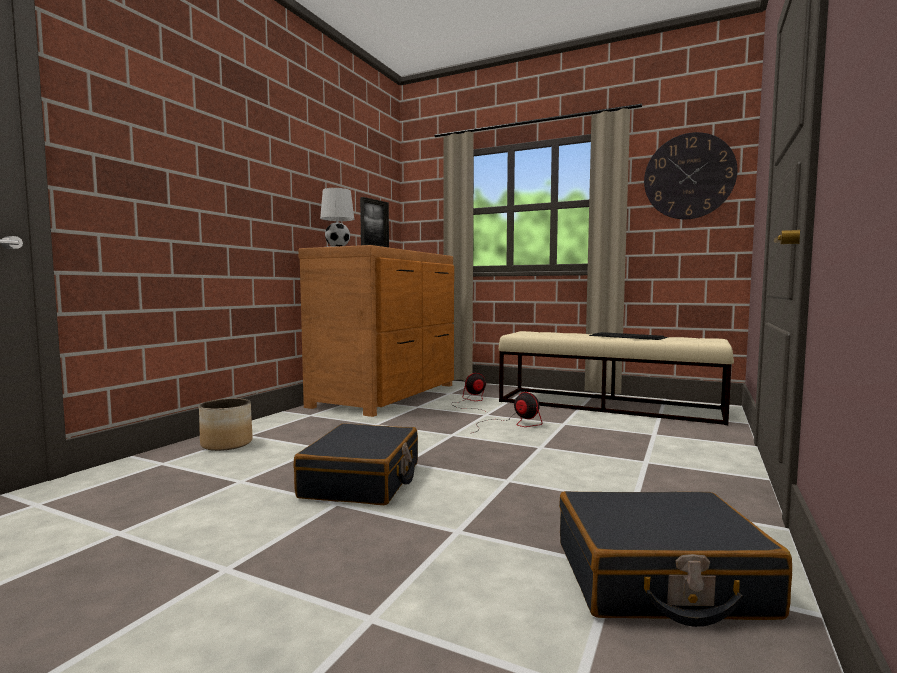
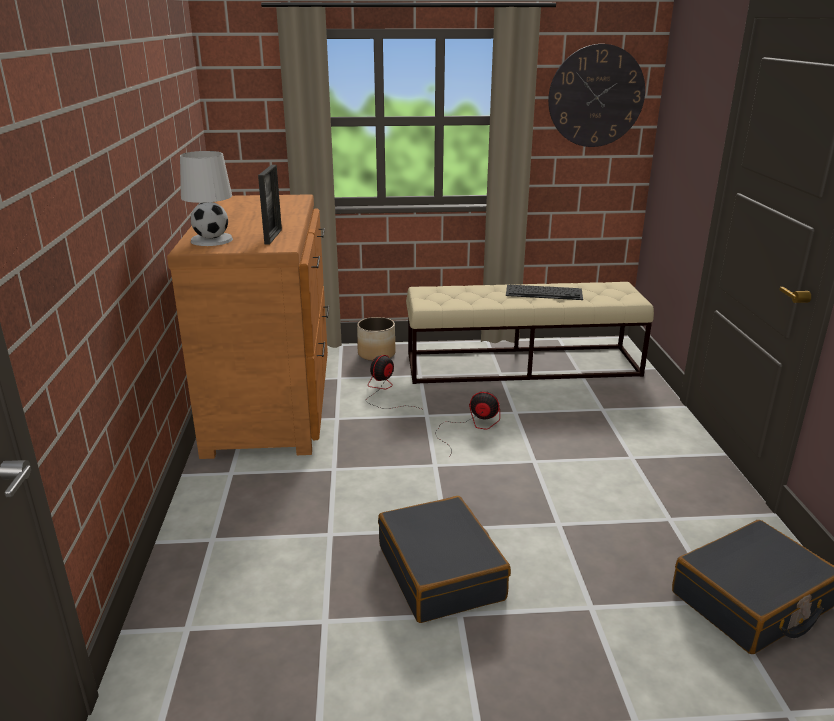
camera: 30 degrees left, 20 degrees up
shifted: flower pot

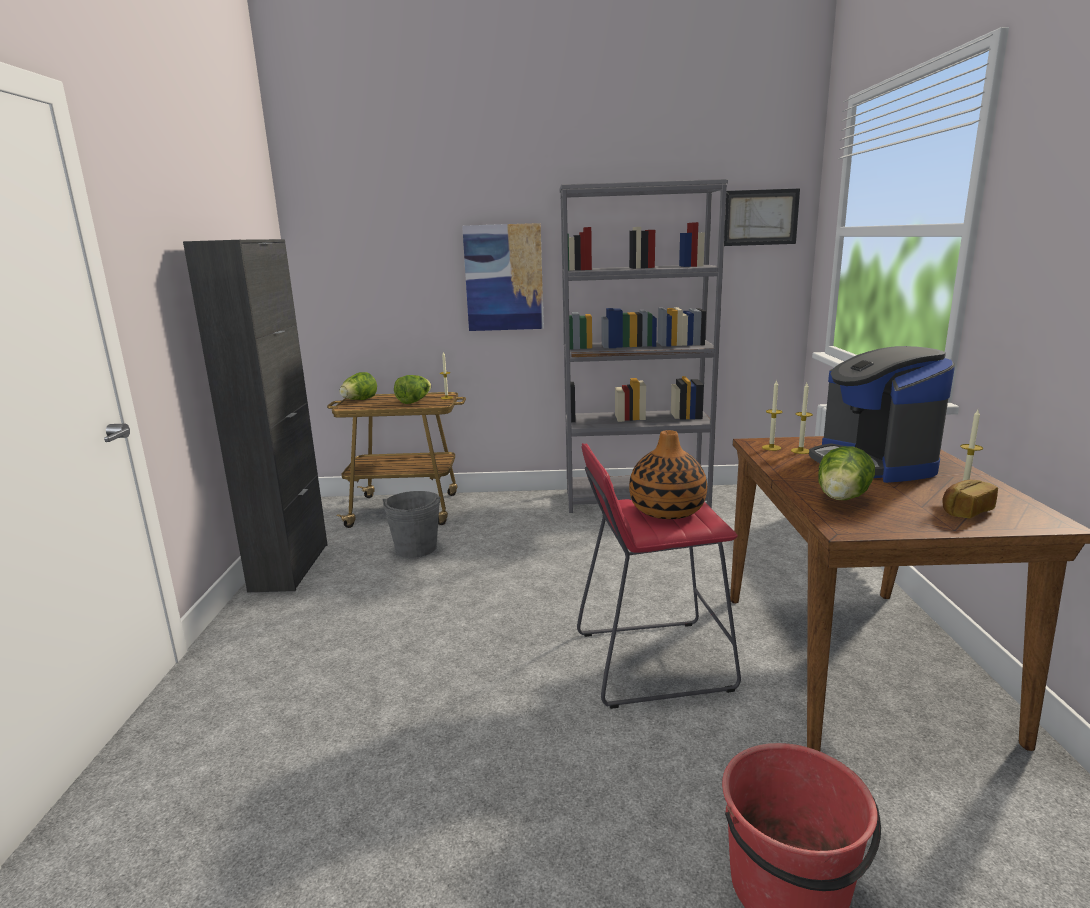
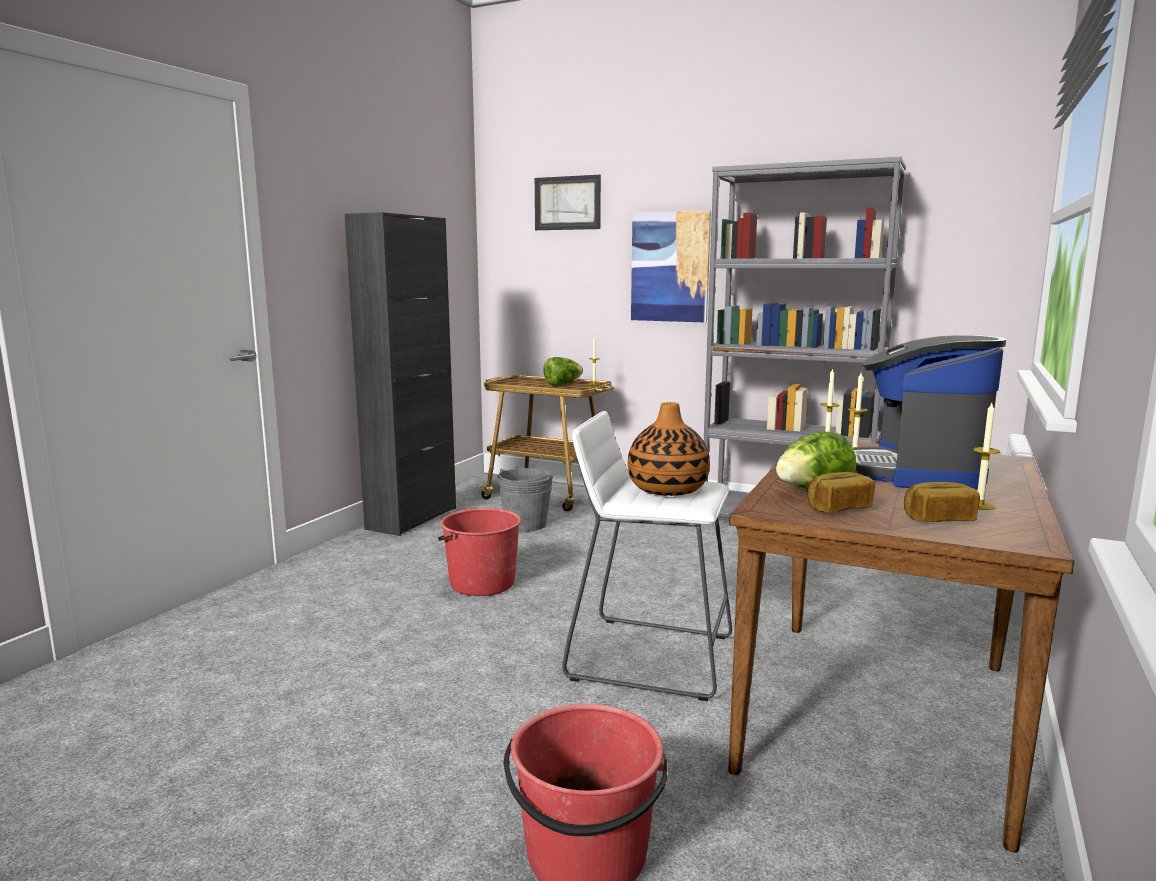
camera: 25 degrees right, 5 degrees down
gone: head of lettuce (no. 1 from left)
new: bakery bread (no. 1 from left); water bucket (reddish) (no. 1 from left)
shifted: wall picture (no. 2 from left in the first image) to wall picture (no. 1 from left)
repainted: stool seat (reddish) to stool seat (white-coloured)

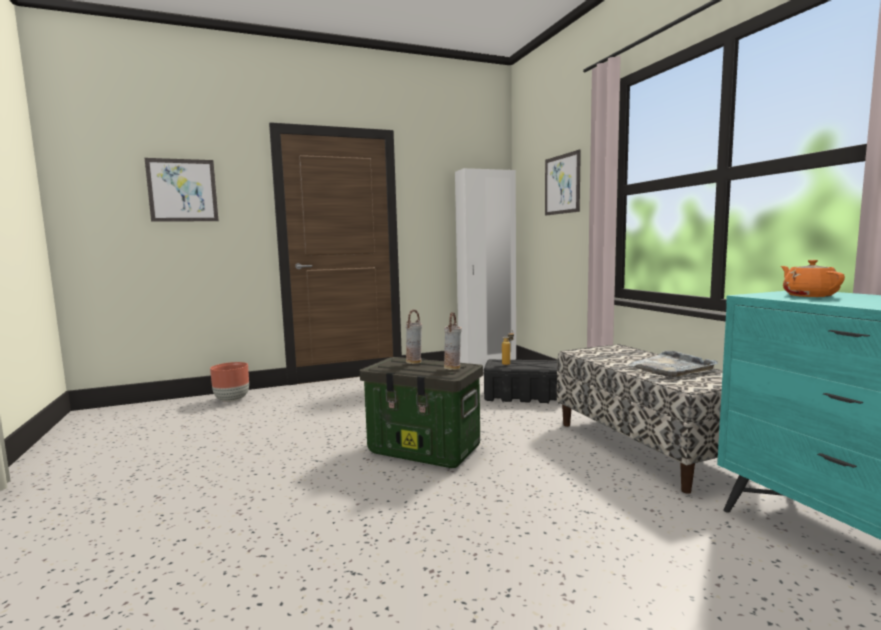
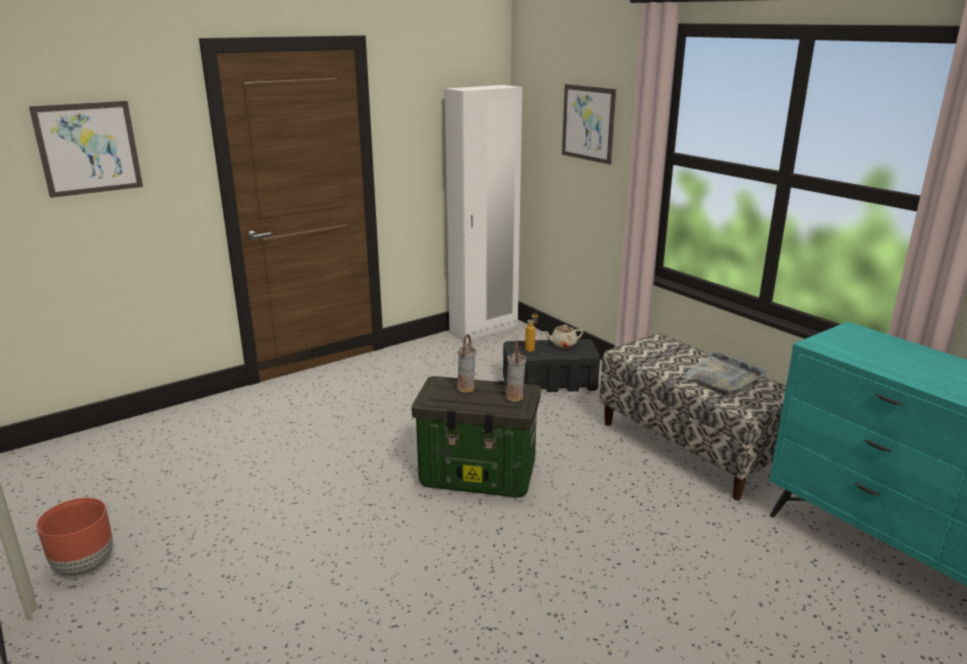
camera: 15 degrees left, 15 degrees up
gone: pot for tea (orangey)
new: pot for tea (beige)
shifted: flower pot (brownish)

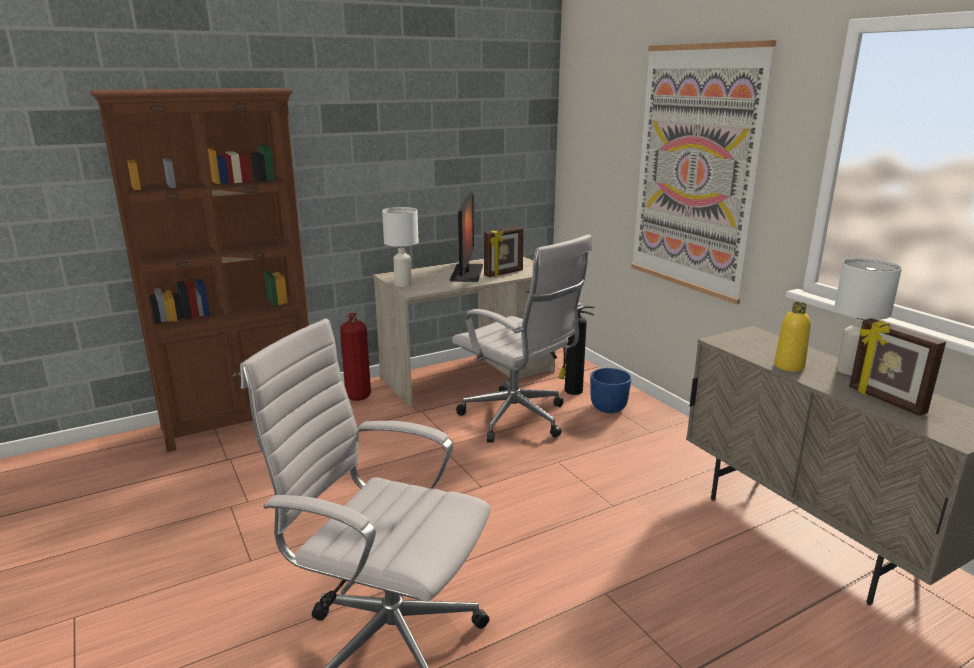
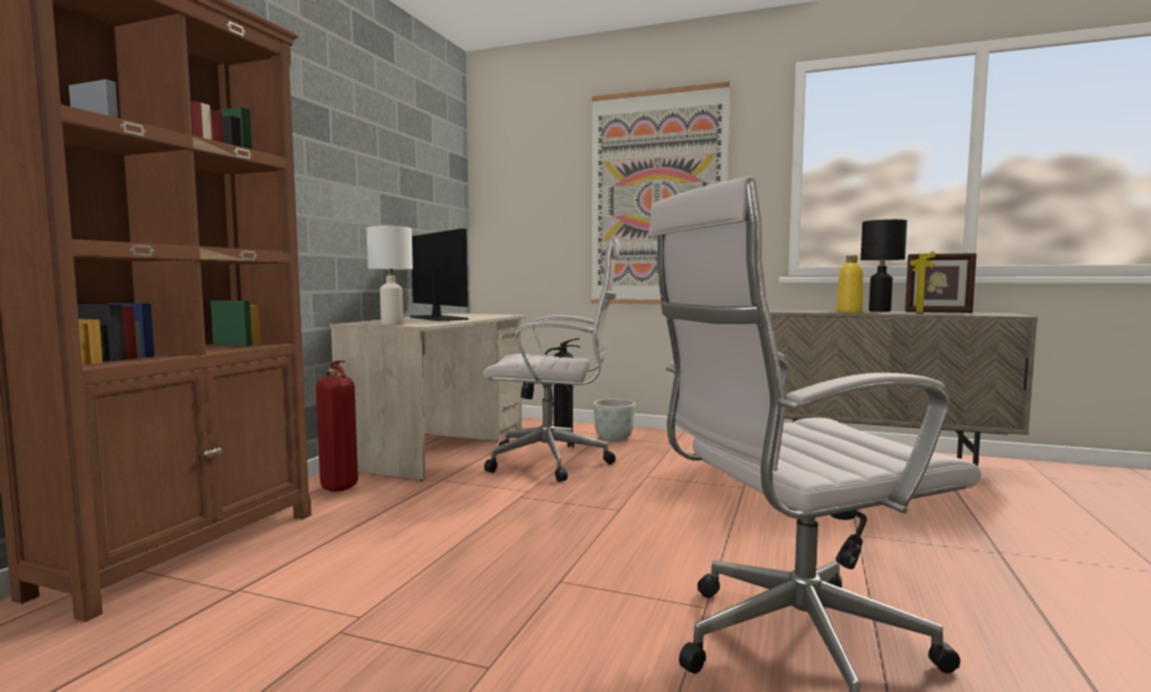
camera: 40 degrees left, 15 degrees down
gone: picture frame (no. 1 from left)
repainted: lamp for a table (white-coloured) (no. 2 from left) to lamp for a table (black-coloured); flower pot (blue-coloured) to flower pot (greyish)

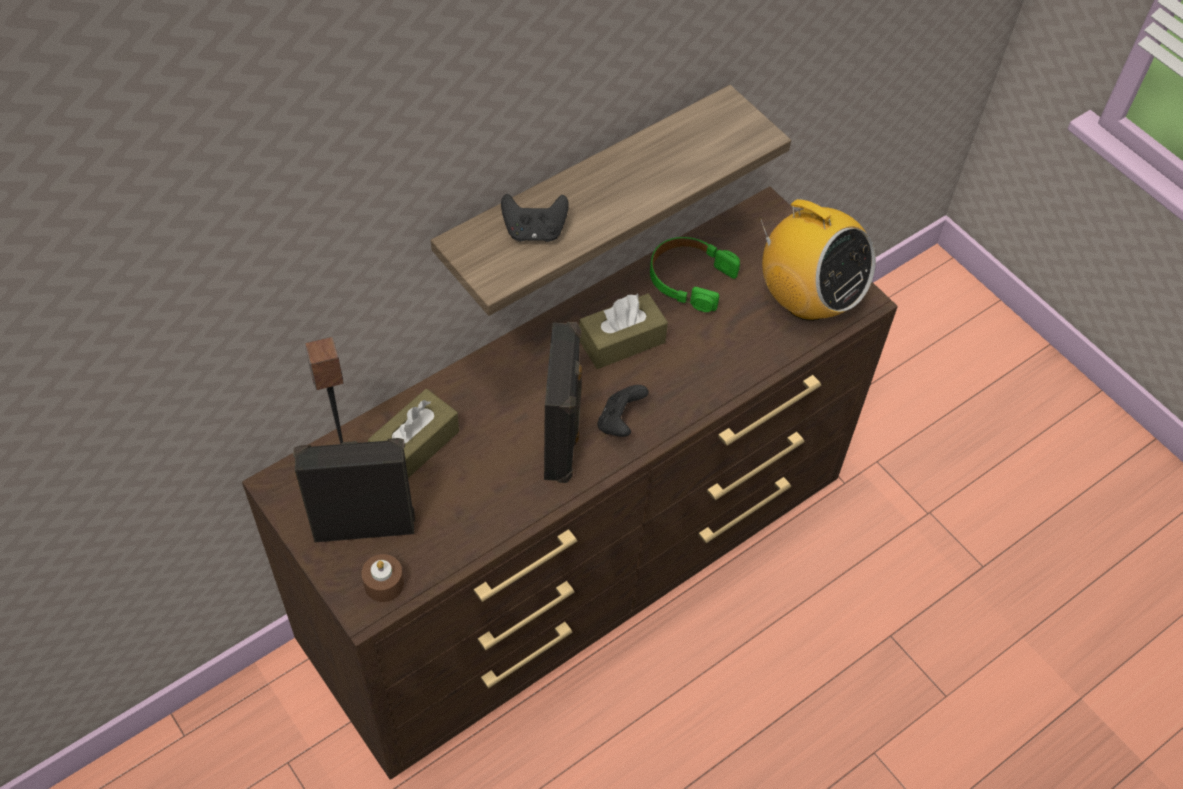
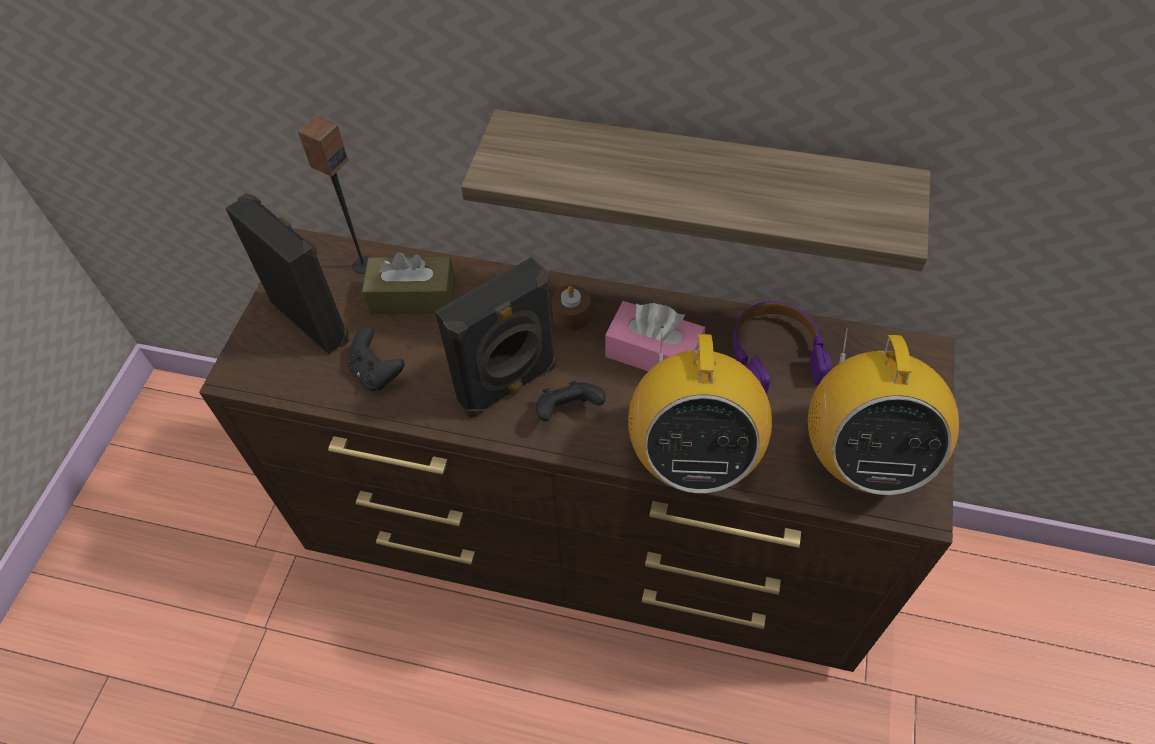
camera: 55 degrees right, 0 degrees up
new: radio set (no. 1 from left)
shifted: joypad (black-coloured) (no. 1 from left); candle (brownish)
repainted: headset (greenish) to headset (purple); tissue box (brownish) (no. 2 from left) to tissue box (pink-coloured)

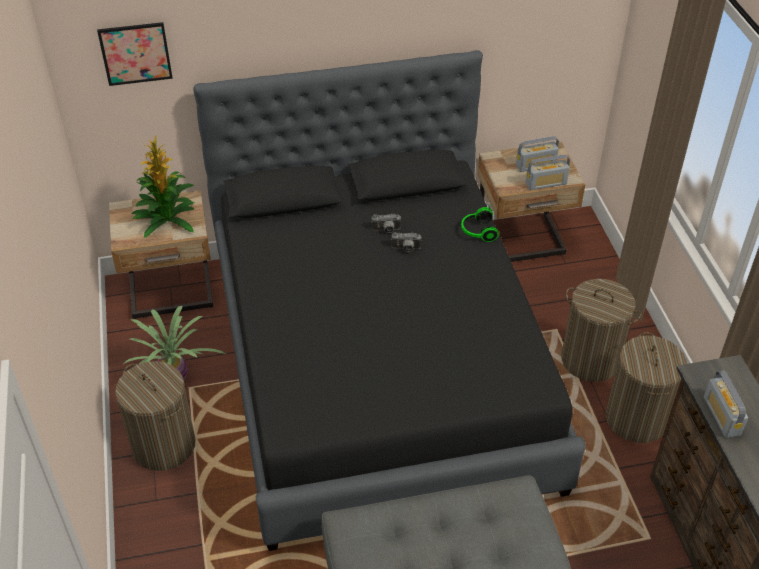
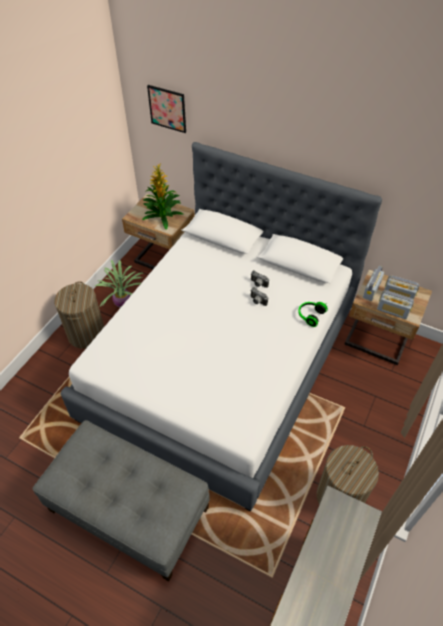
camera: 40 degrees right, 5 degrees up
gone: washing basket (no. 2 from left)
shifted: radio set (no. 3 from left in the first image) to radio set (no. 1 from left)
repainted: bed (black-coloured) to bed (white-coloured)

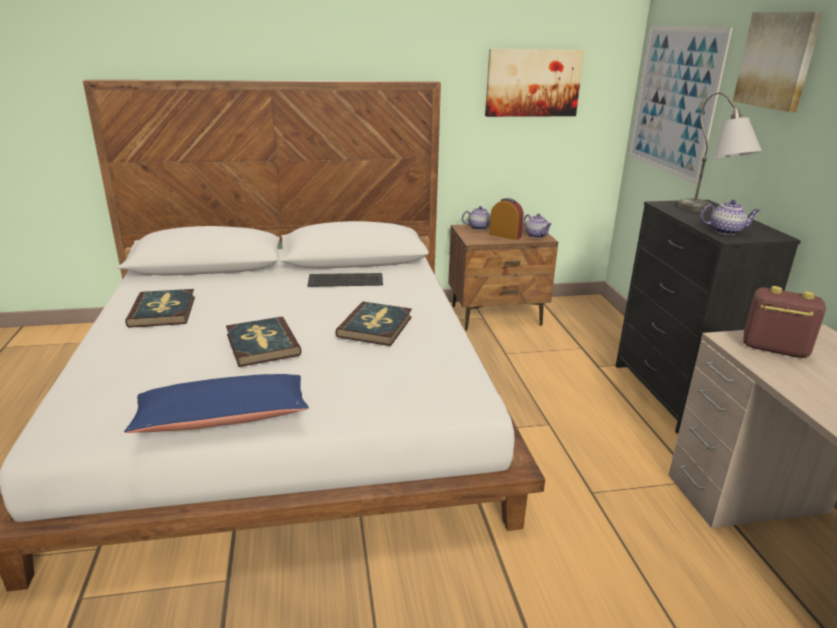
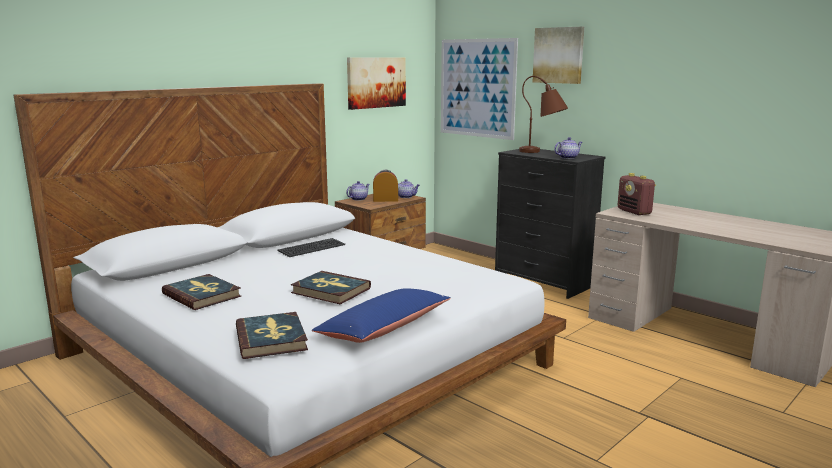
camera: 35 degrees left, 10 degrees down
shifted: book (no. 3 from left in the first image) to book (no. 2 from left)
repainted: lamp for a table (greyish) to lamp for a table (brownish)
rotated: radio set 105 degrees counterclockwise

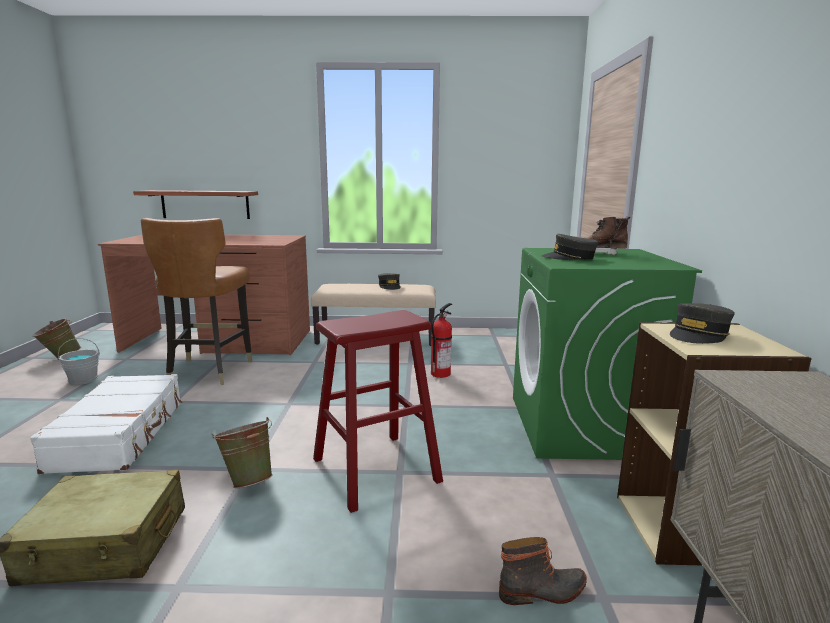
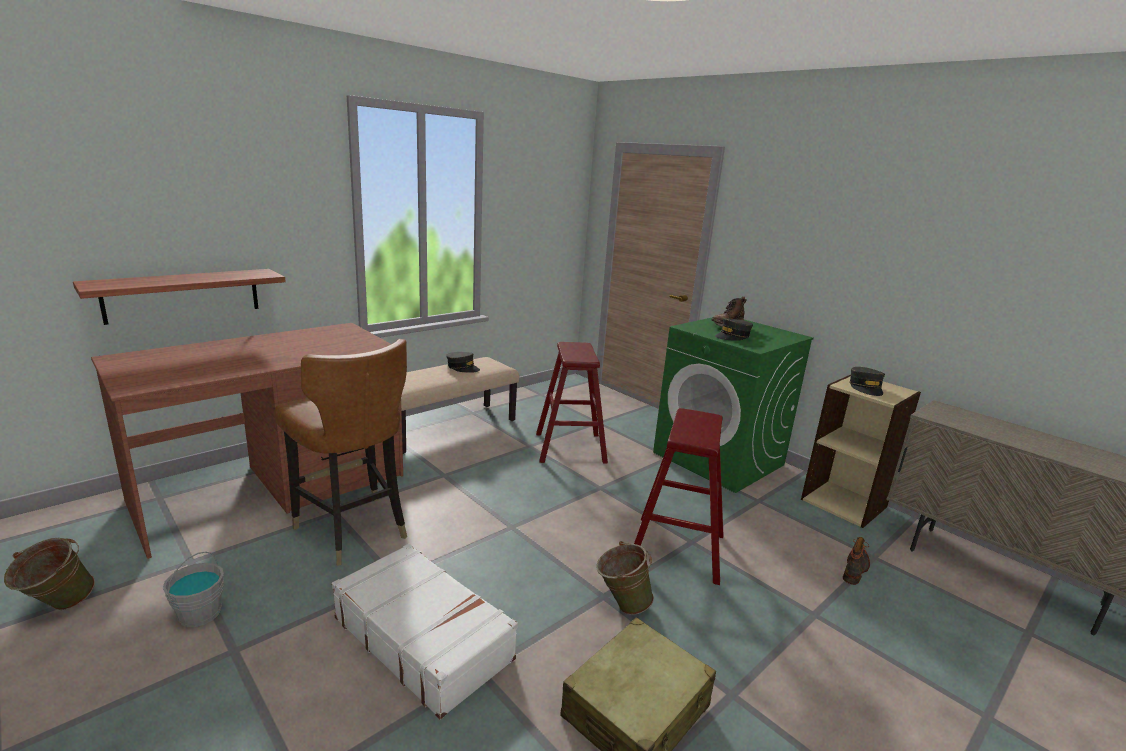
camera: 45 degrees left, 5 degrees up
swapped: fire extinguisher to stool seat (reddish) (no. 1 from left)

